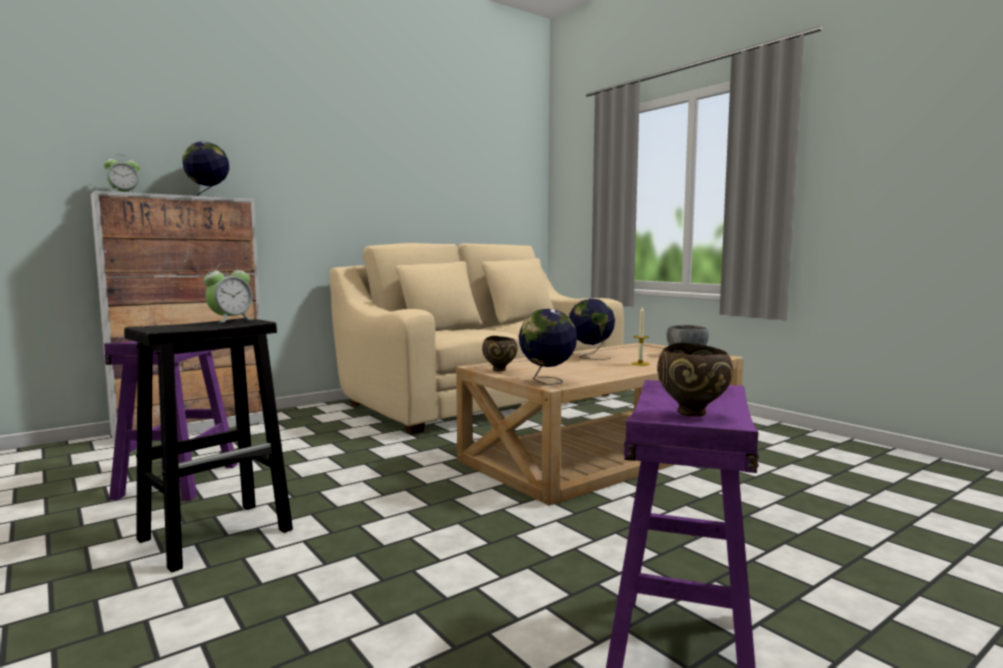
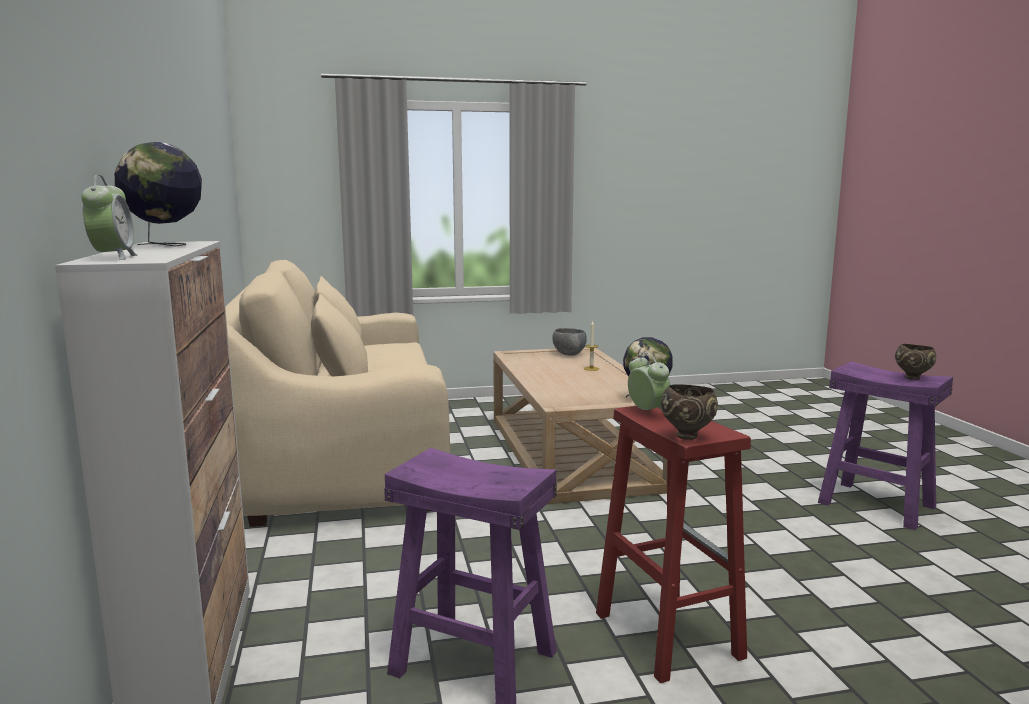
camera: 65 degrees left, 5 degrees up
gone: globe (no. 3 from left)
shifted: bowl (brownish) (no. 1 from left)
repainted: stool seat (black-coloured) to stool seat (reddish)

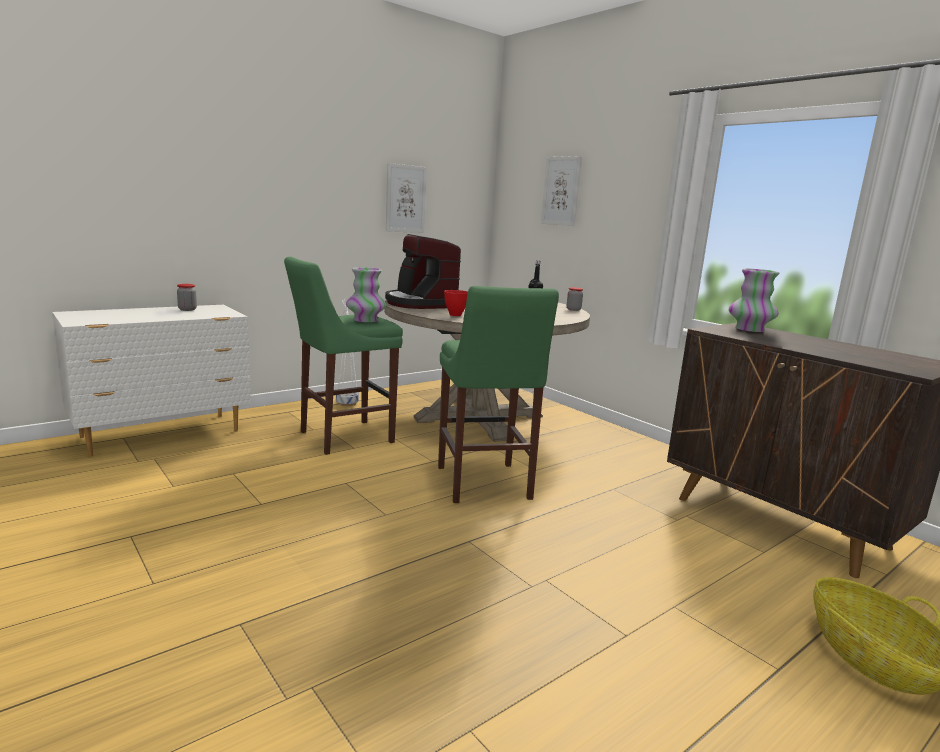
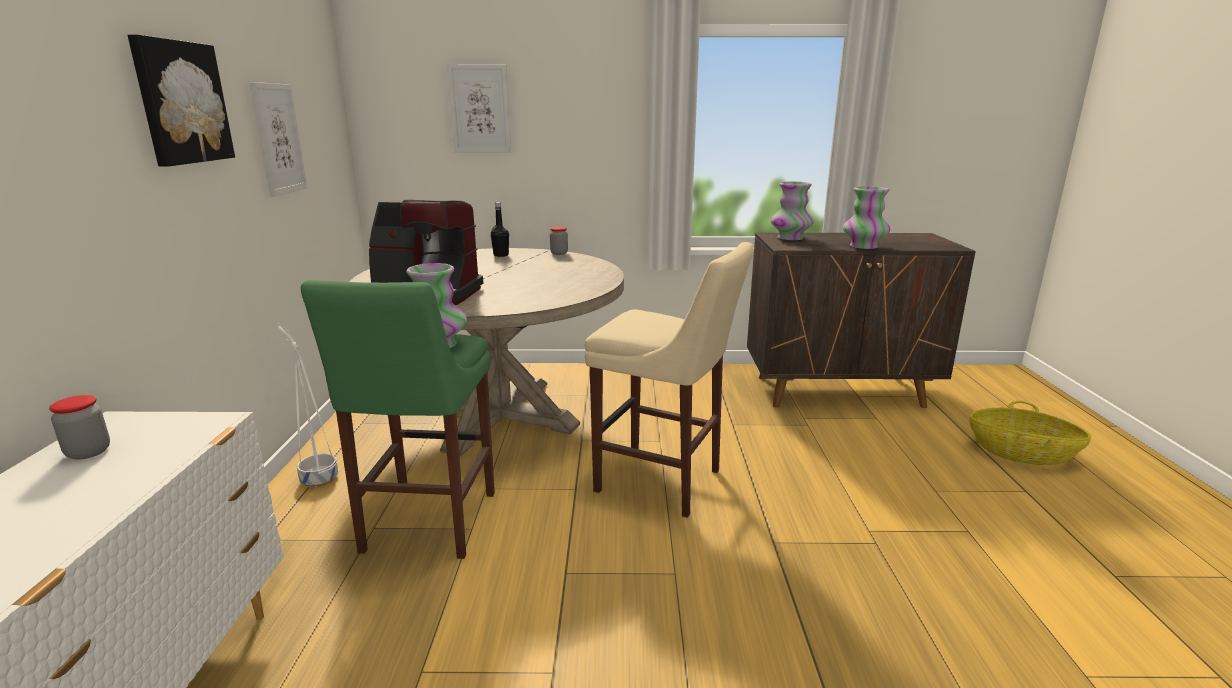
camera: 50 degrees left, 5 degrees up
gone: bowl (reddish)
new: wall picture (no. 1 from left); decorative vase (no. 3 from left)
repainted: stool seat (greenish) (no. 2 from left) to stool seat (beige)

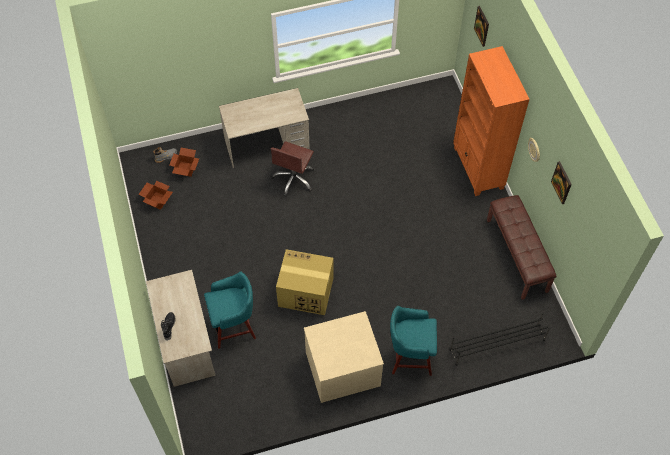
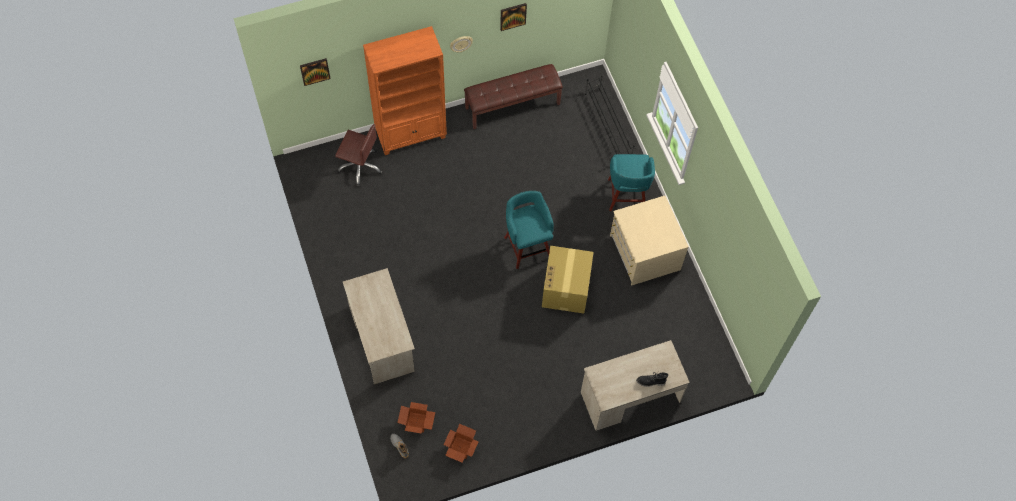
camera: 95 degrees left, 5 degrees up
shifted: desk chair (brownish); stool seat (turquoise) (no. 1 from left)

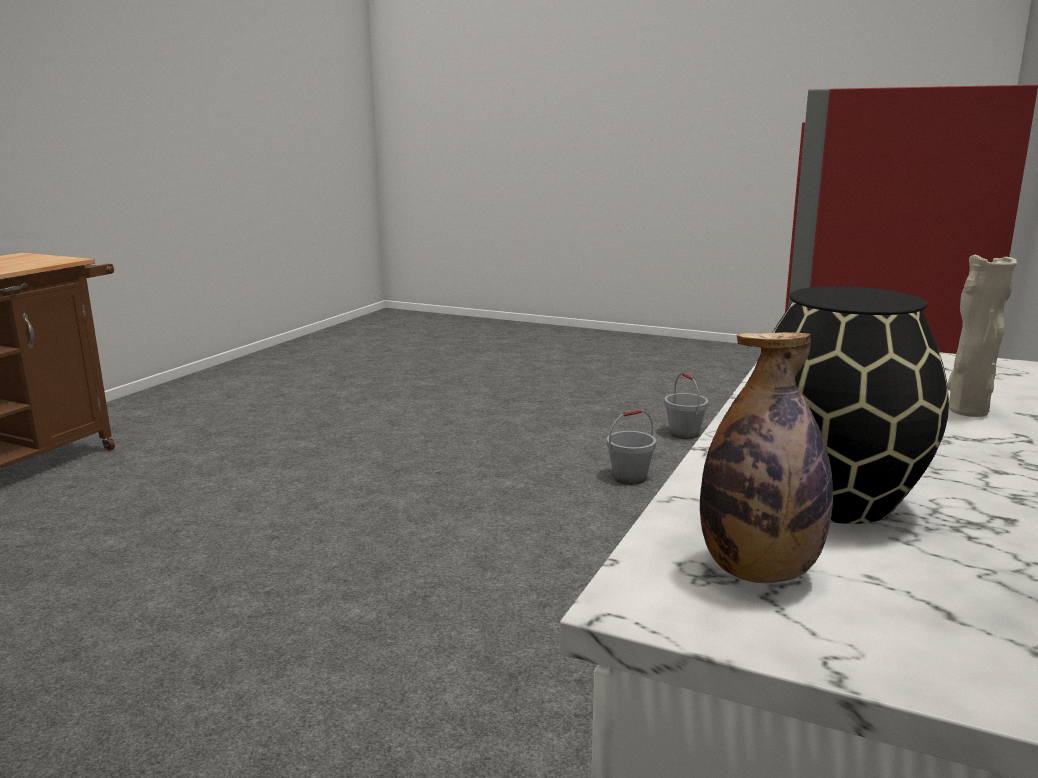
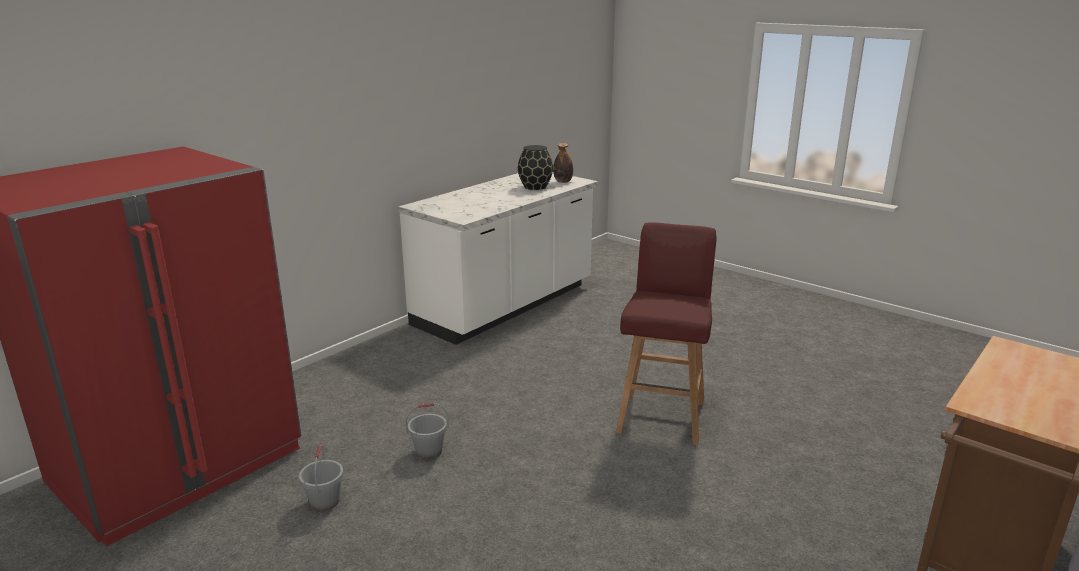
camera: 165 degrees left, 5 degrees up
gone: decorative vase (beige)
new: stool seat (reddish)

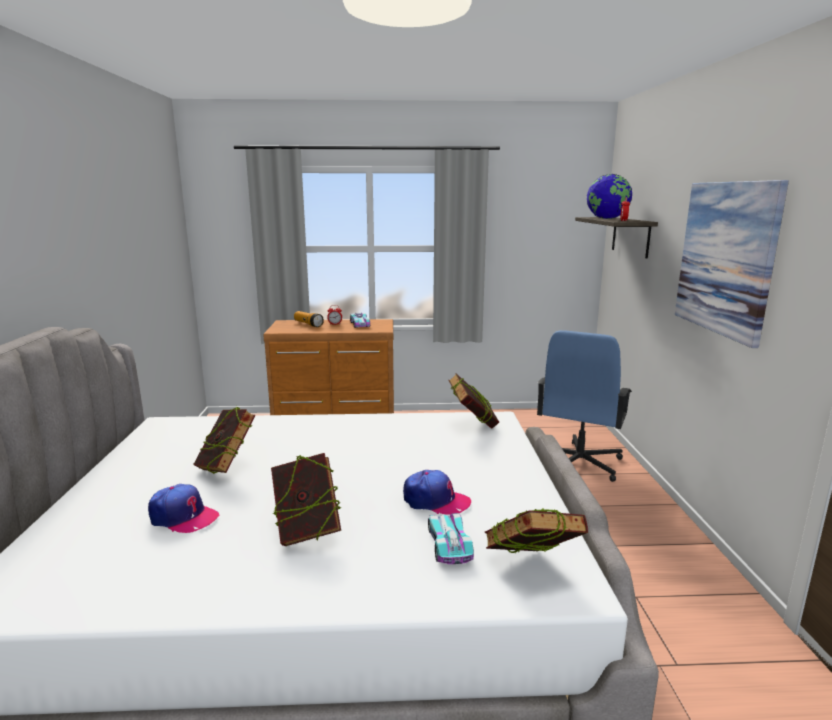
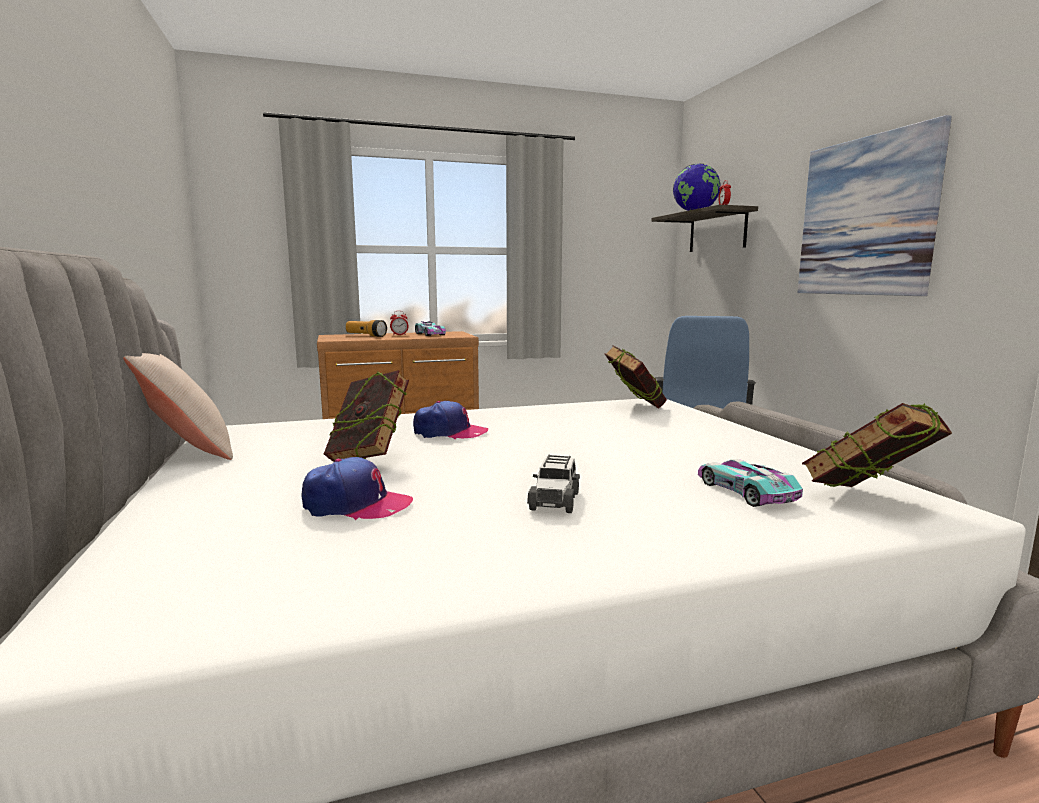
camera: 15 degrees left, 5 degrees down
new: pillow (beige)
shifted: baseball cap (no. 2 from left)
swapped: book (no. 2 from left) to model car (no. 2 from left)

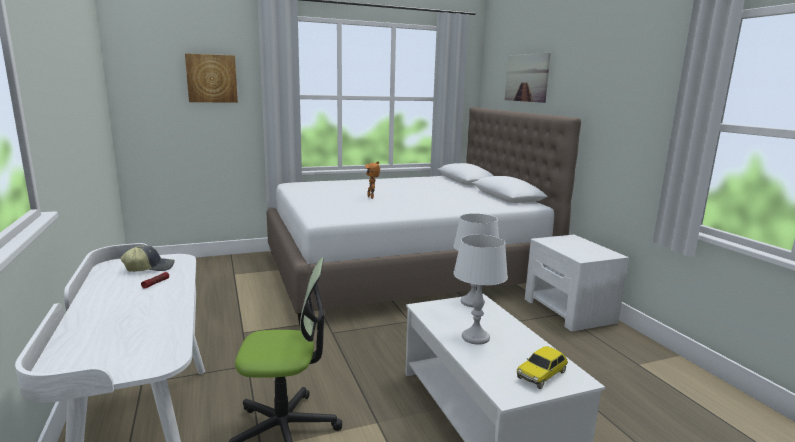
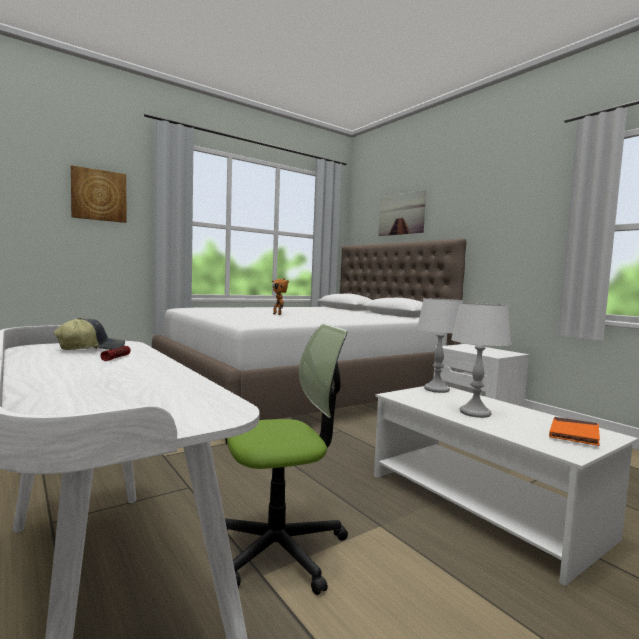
camera: 15 degrees left, 10 degrees down
swapped: model car to book (orangey)

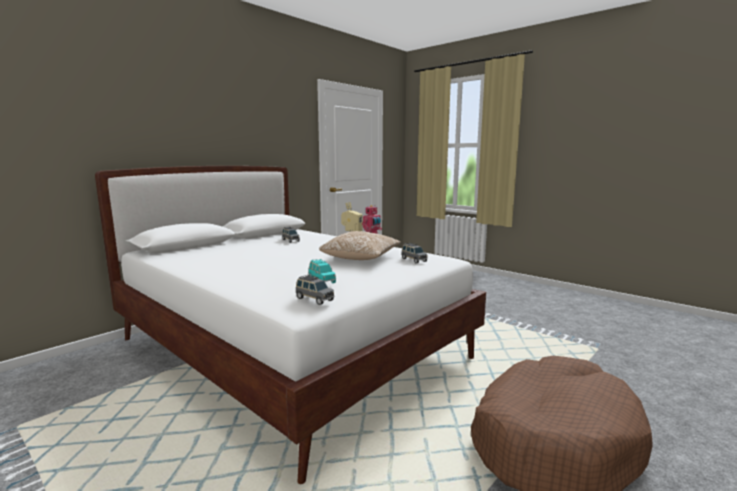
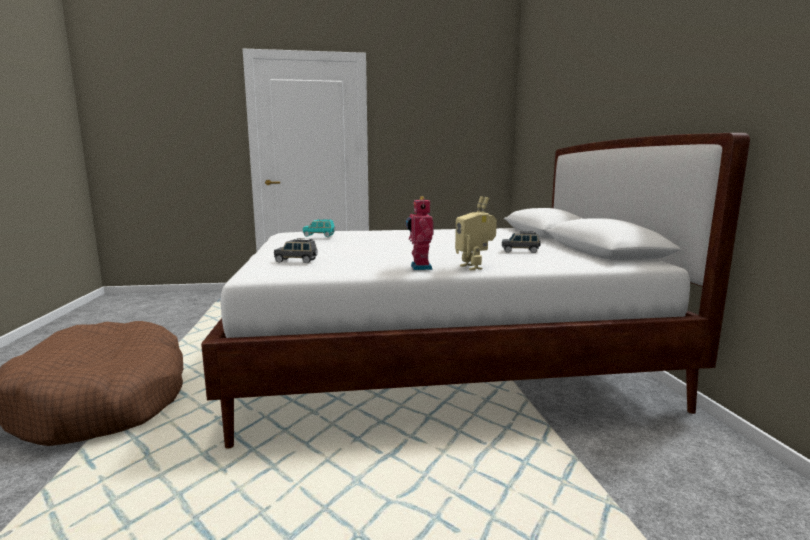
camera: 130 degrees right, 0 degrees up
gone: pillow; model car (greyish) (no. 2 from left)

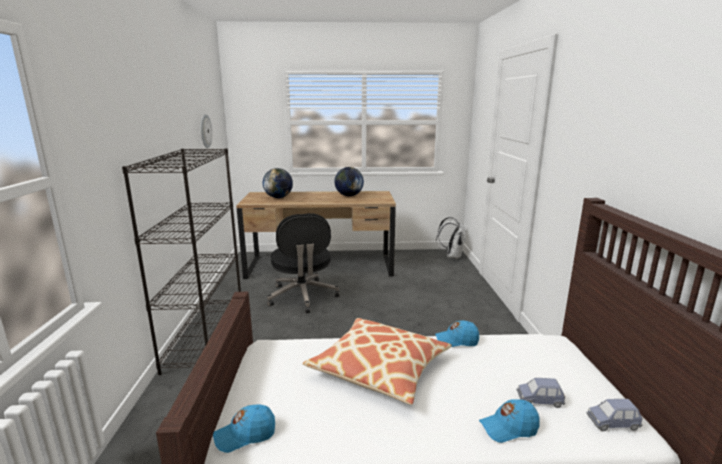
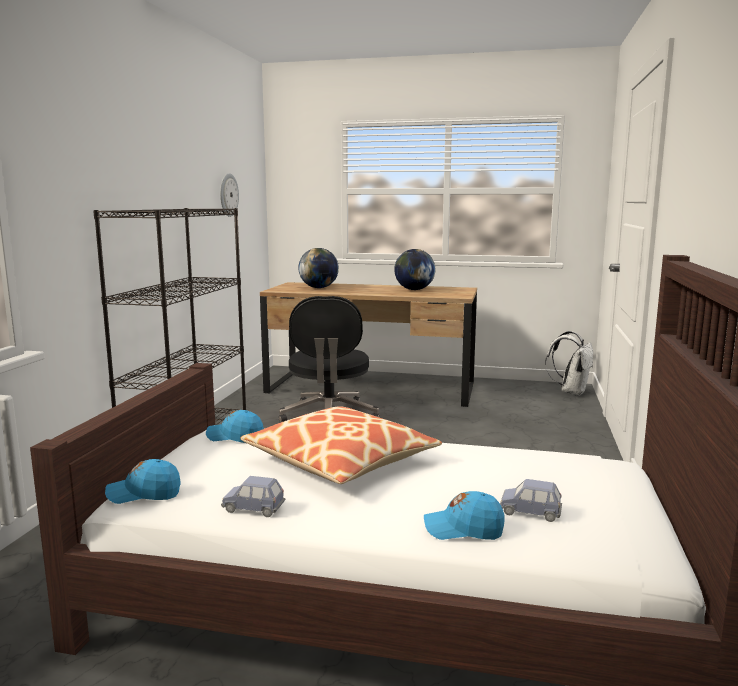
camera: 15 degrees right, 5 degrees down
shifted: baseball cap (blue-coloured) (no. 2 from left); model car (blue-coloured) (no. 2 from left in the first image) to model car (blue-coloured) (no. 1 from left)

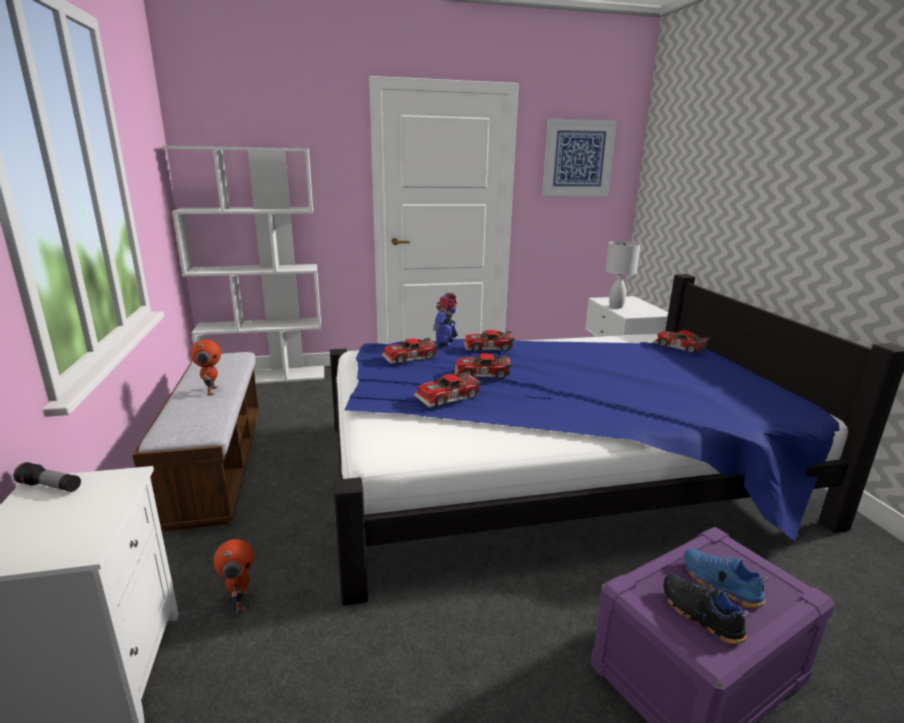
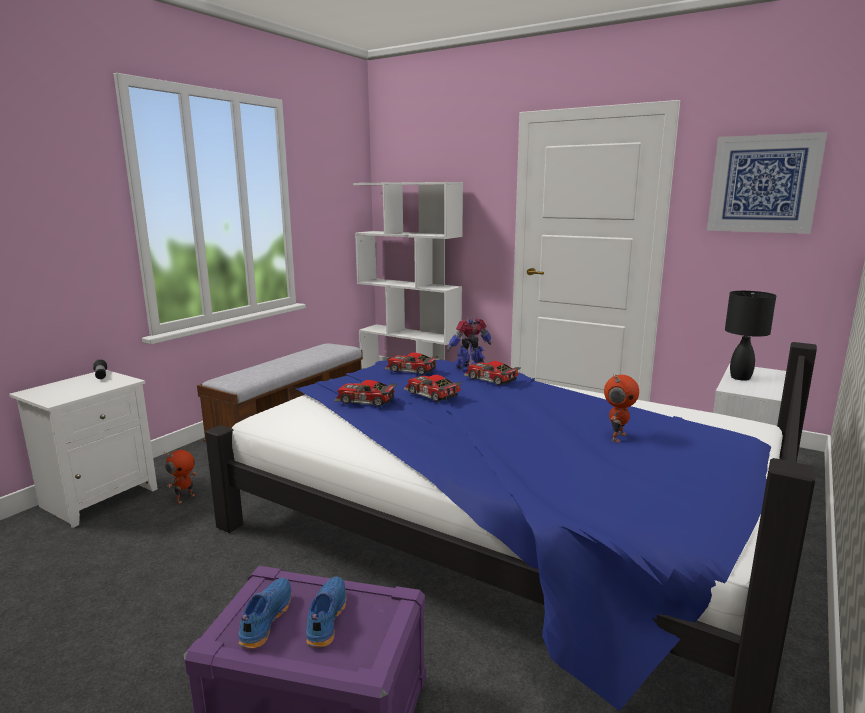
camera: 45 degrees right, 5 degrees down
gone: model car (no. 5 from left)
shifted: robot figure (no. 1 from left in the first image) to robot figure (no. 3 from left)
repainted: lamp for a table (white-coloured) to lamp for a table (black-coloured); shoe (black-coloured) to shoe (blue-coloured) (no. 1 from left)

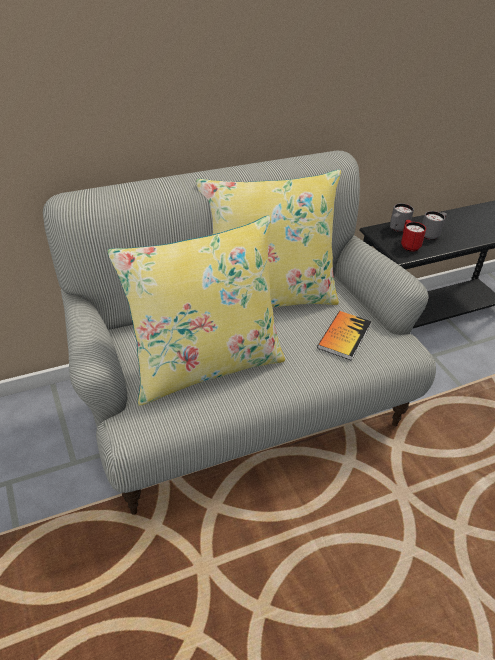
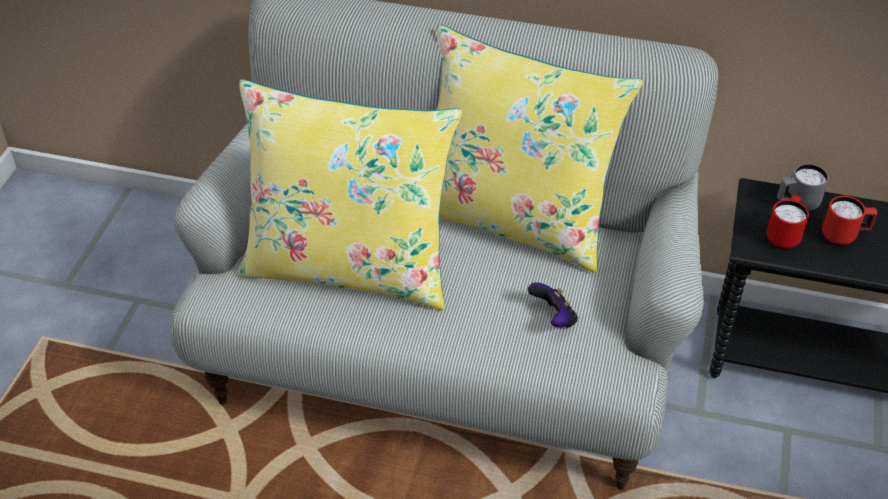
camera: 40 degrees right, 5 degrees up
swapped: book to joypad
repainted: mug (greyish) (no. 2 from left) to mug (reddish) (no. 2 from left)

